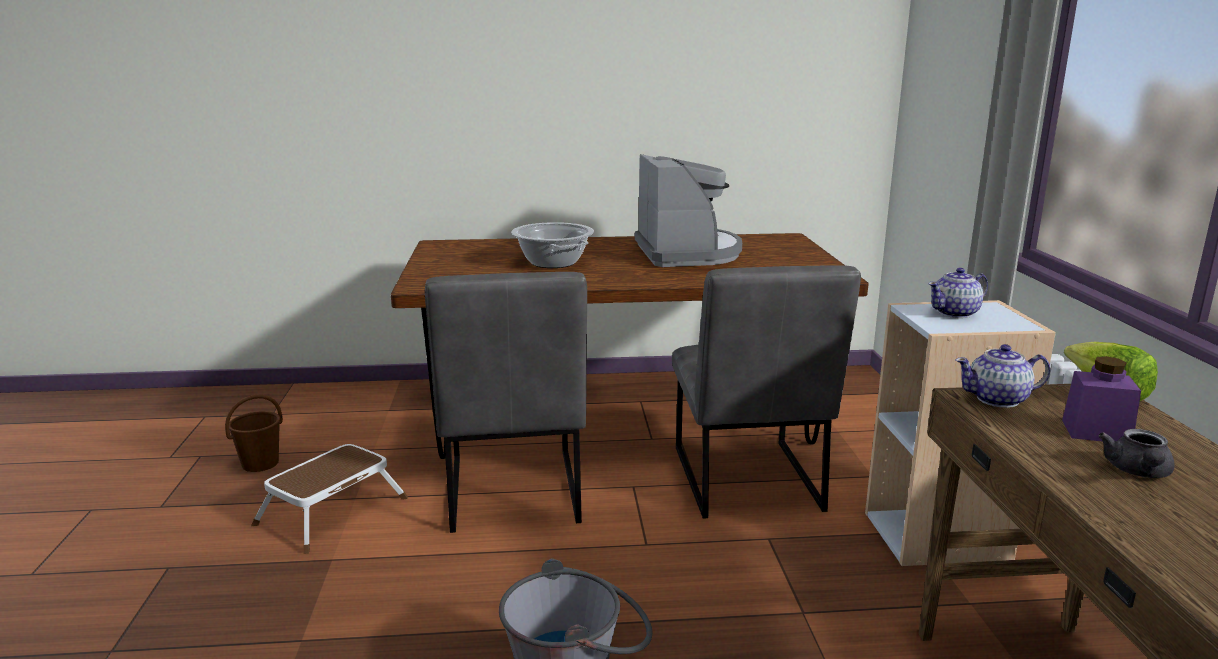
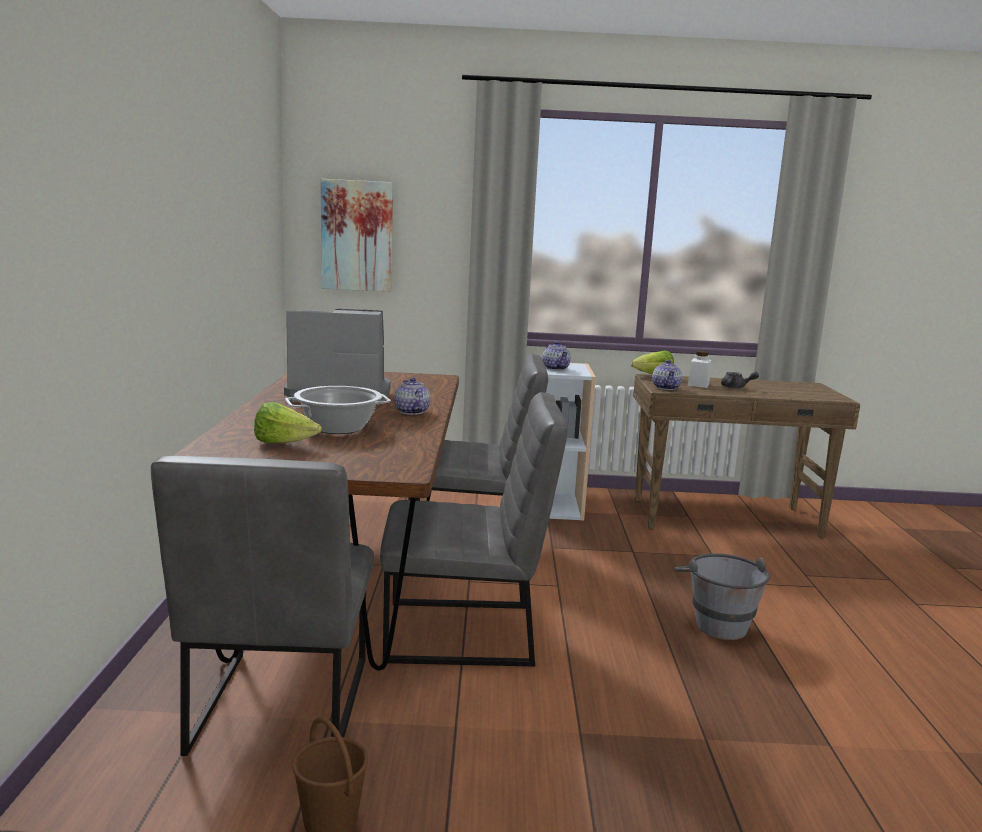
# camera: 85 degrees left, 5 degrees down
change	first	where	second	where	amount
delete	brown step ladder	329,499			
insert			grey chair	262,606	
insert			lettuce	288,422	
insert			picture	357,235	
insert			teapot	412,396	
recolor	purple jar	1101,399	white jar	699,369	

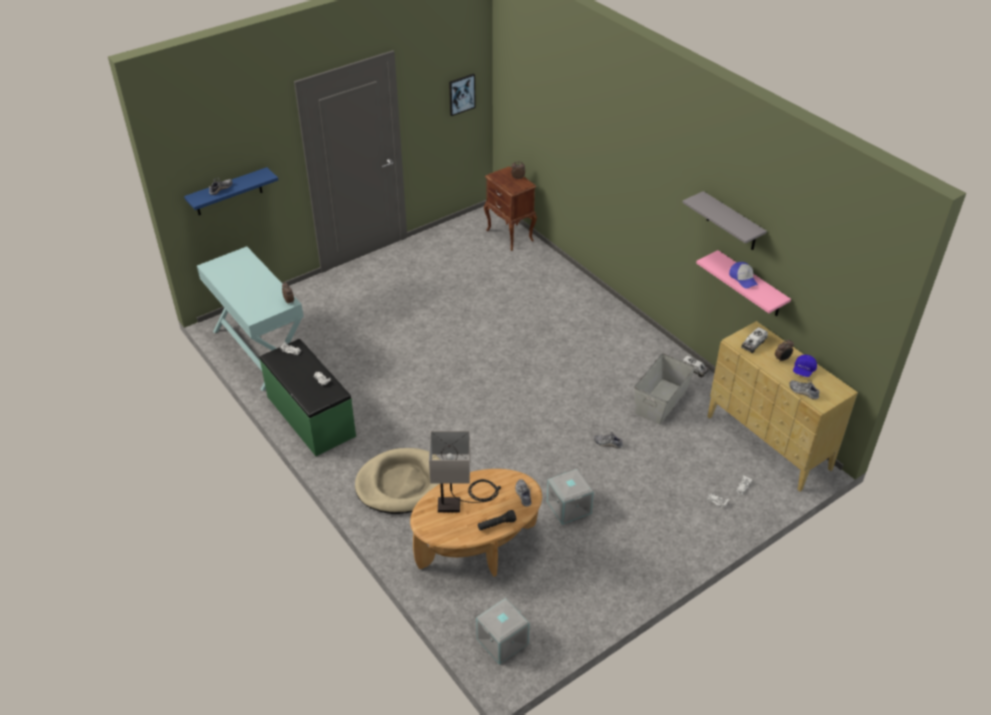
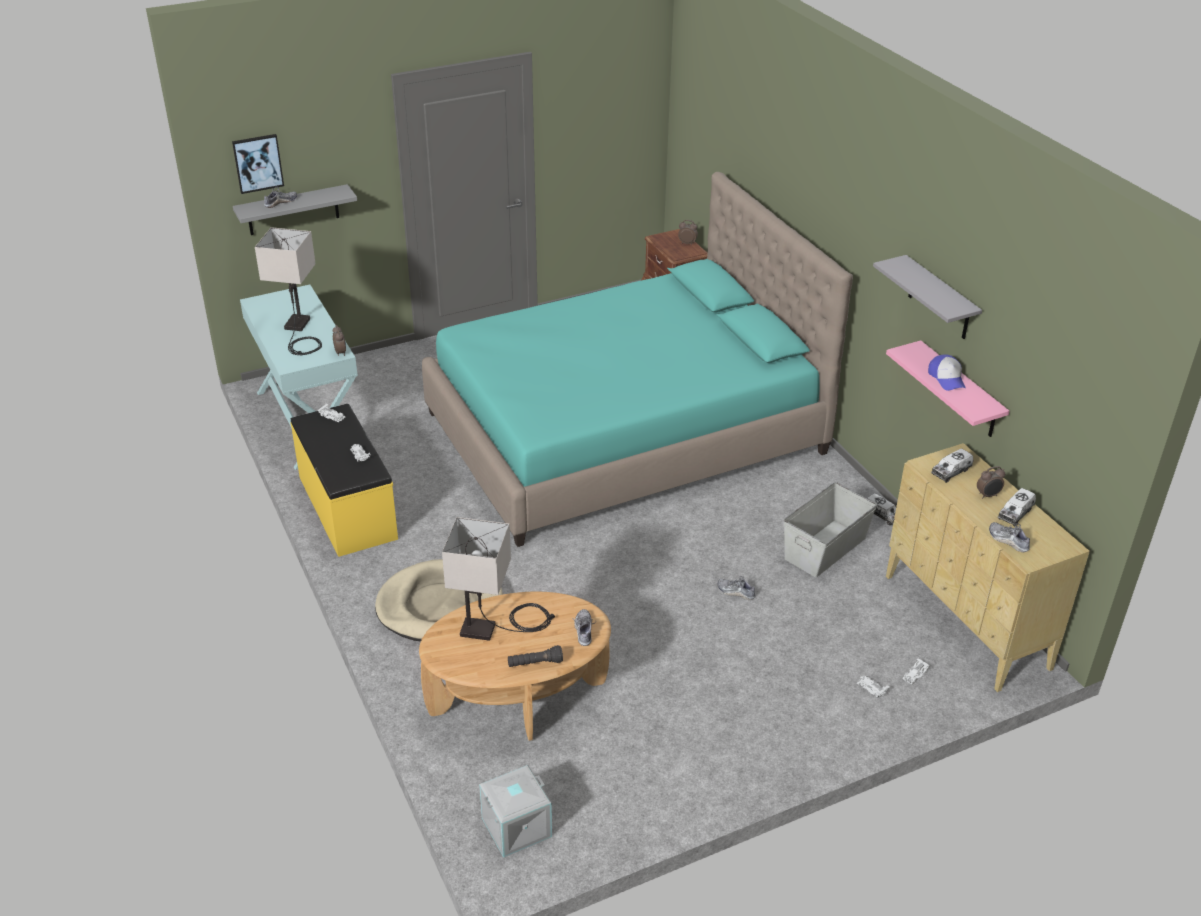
# camera: 10 degrees right, 5 degrees down
change	first	where	second	where	amount
delete	grey storage box	570,497			
insert			table lamp	288,291	
insert			turquoise bed	637,359	
move	picture	462,95		258,164	
replace	blue cap	805,366	toy truck	1017,507	
recolor	blue shelf	231,191	grey shelf	295,209	
recolor	green bench	308,397	yellow bench	344,480	

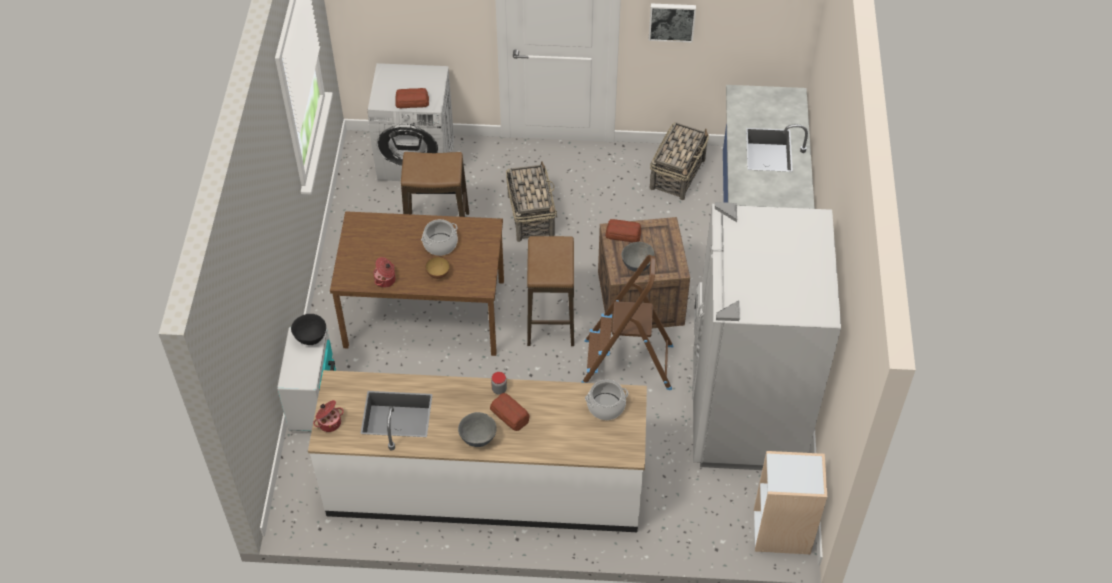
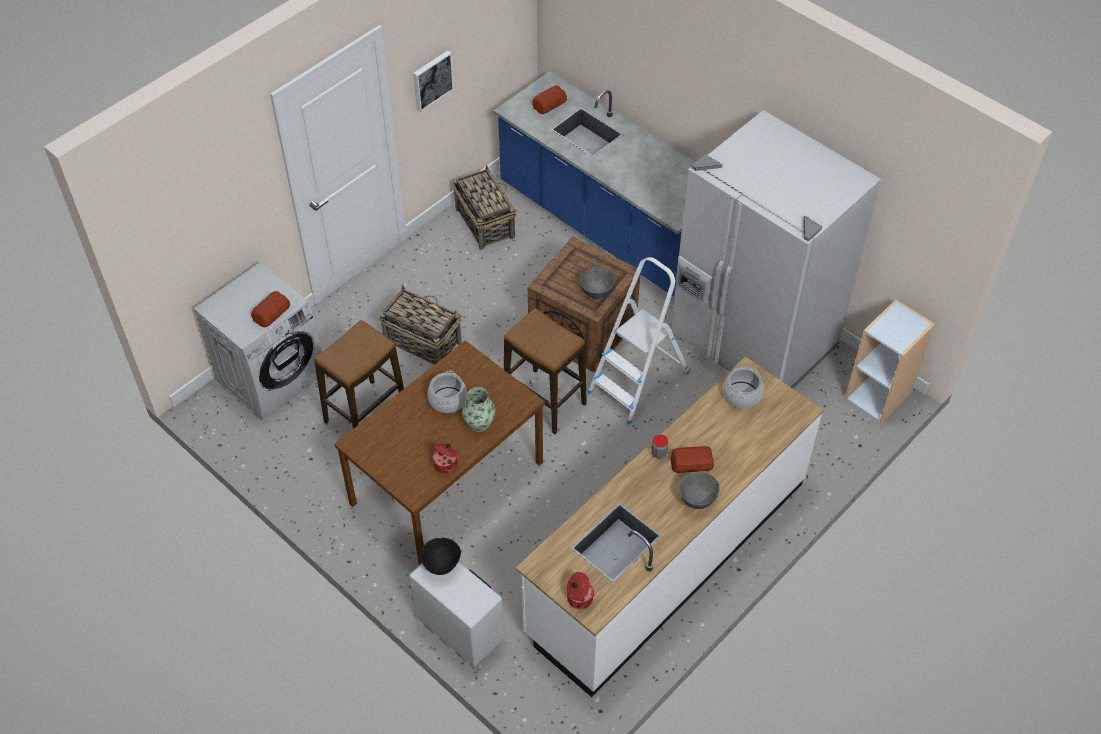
# camera: 50 degrees left, 0 degrees up
change	first	where	second	where	amount
move	bread	623,230		549,99	
replace	bowl	438,268	vase	478,409	
recolor	brown step ladder	627,322	white step ladder	638,341	

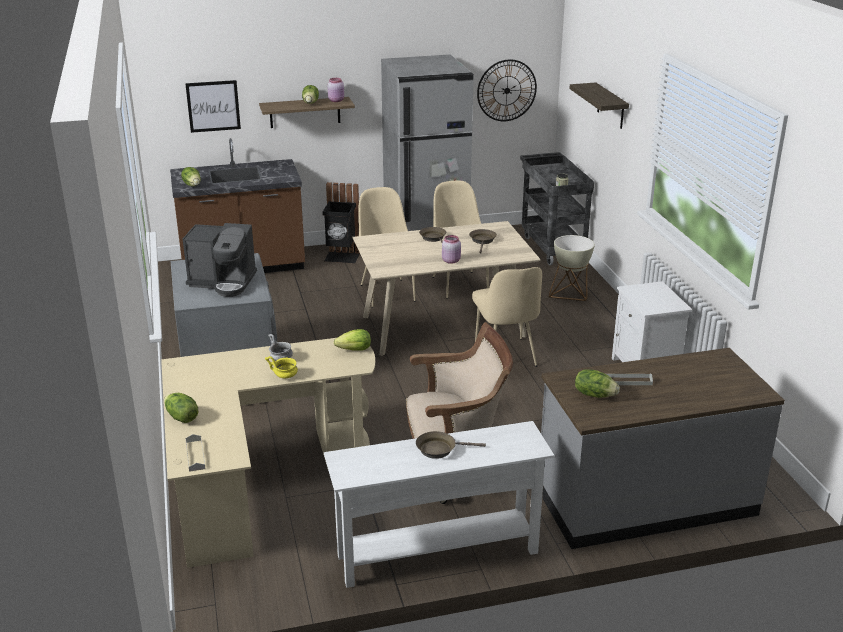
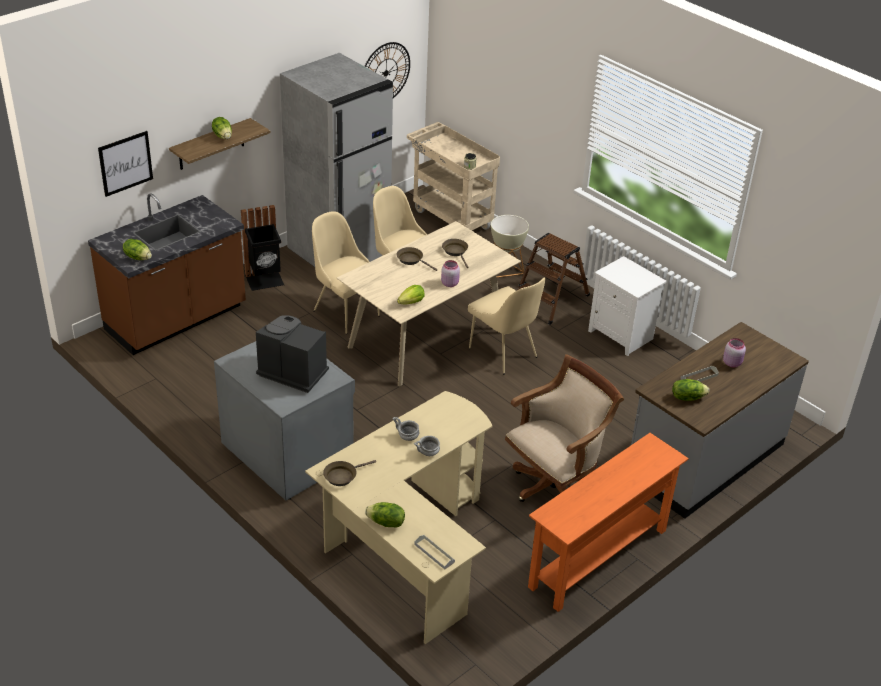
# camera: 30 degrees left, 10 degrees up
change	first	where	second	where	amount
delete	shelf	599,105			
insert			brown step ladder	554,278	
move	pink jar	336,90		734,352	
move	lettuce	352,340		411,294	
move	brown frying pan	451,445		349,473	
recolor	yellow bowl	281,367	grey bowl	427,446	
recolor	white console table	439,504	orange console table	608,522	
recolor	black cart	557,208	beige cart	453,176	
rotate	coffee machine	220,260		292,354	135 degrees counterclockwise

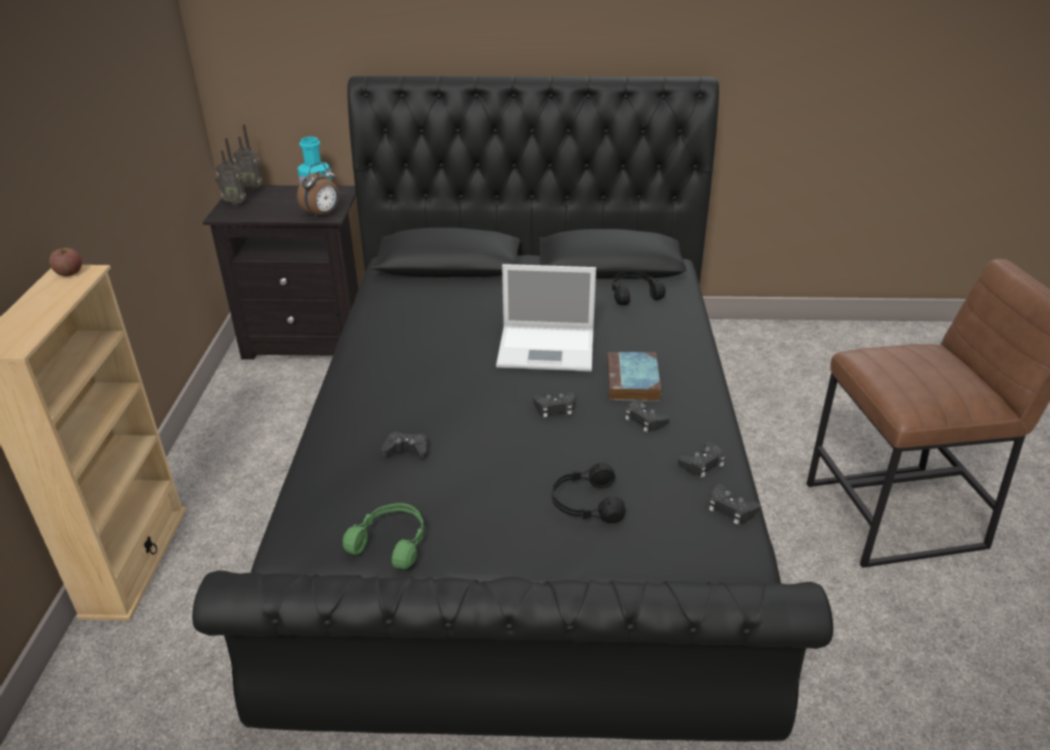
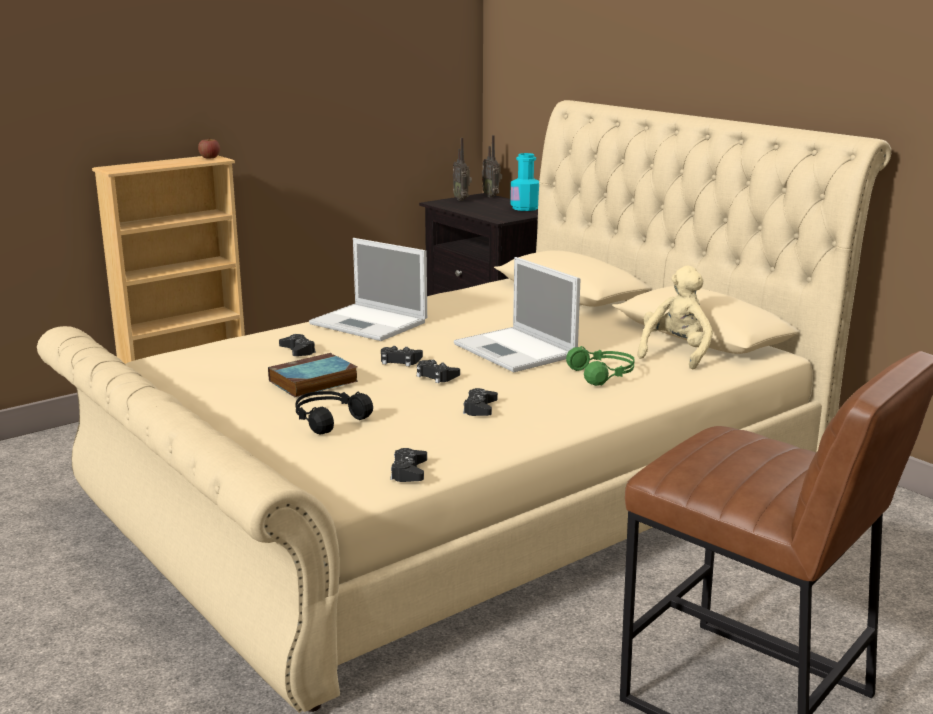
# camera: 50 degrees right, 15 degrees down
change	first	where	second	where	amount
delete	alarm clock	318,190			
insert			laptop	368,289	
move	green headphones	383,536		600,366	
move	book	634,376		313,375	
move	black game controller	701,460		402,356	
replace	black headphones	639,288	beige plush toy	675,317	
recolor	black bed	512,408	beige bed	464,406	

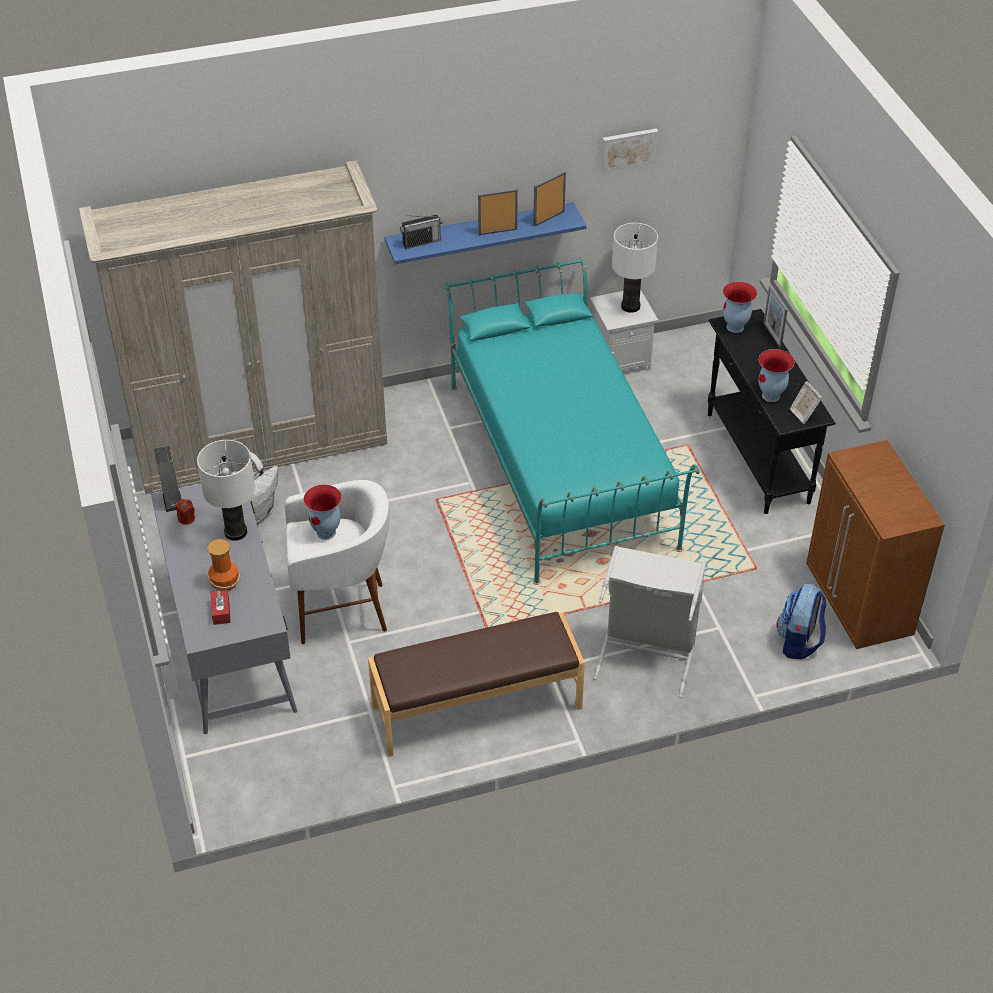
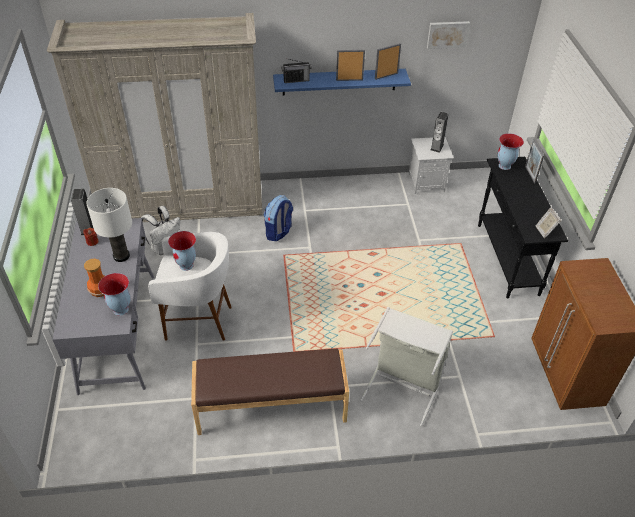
# camera: 10 degrees right, 0 degrees up
change	first	where	second	where	amount
delete	red tissue box	221,607			
delete	turquoise bed	572,421			
move	vase	777,375		114,294	
move	backpack	801,621		278,218	
replace	white table lamp	635,268	speaker	439,132	

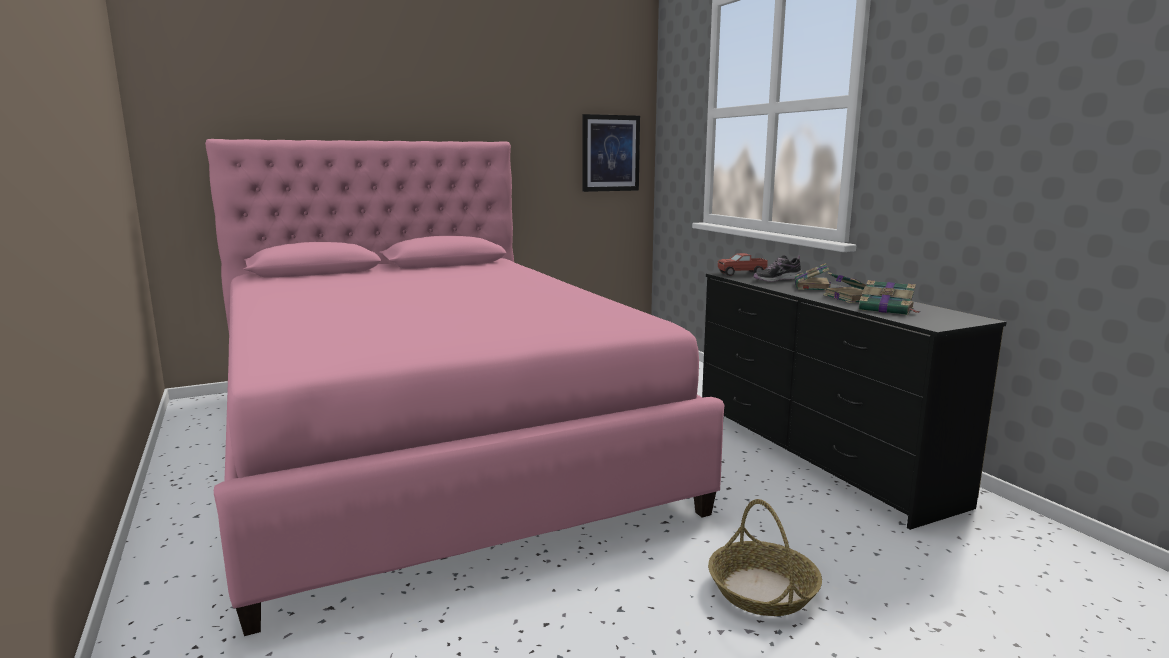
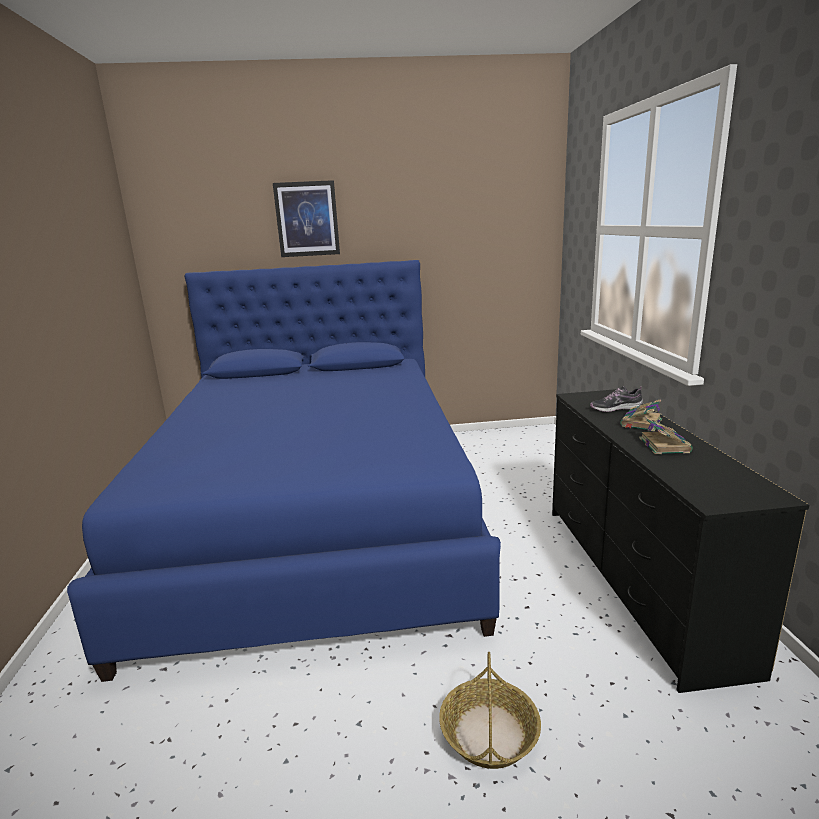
# camera: 20 degrees right, 5 degrees up
change	first	where	second	where	amount
delete	toy truck	743,264			
delete	book	889,297			
move	picture	611,153		306,218	
recolor	pink bed	464,387	blue bed	284,471	

